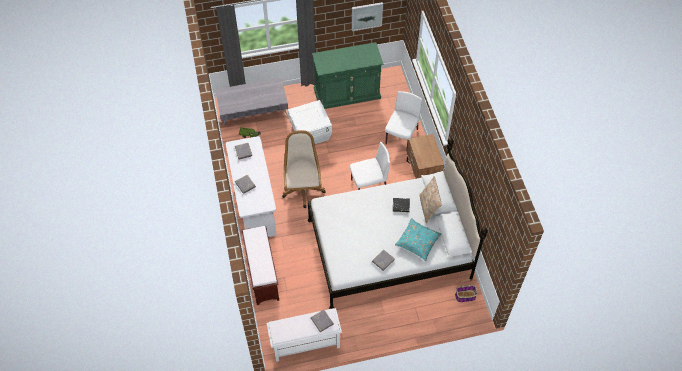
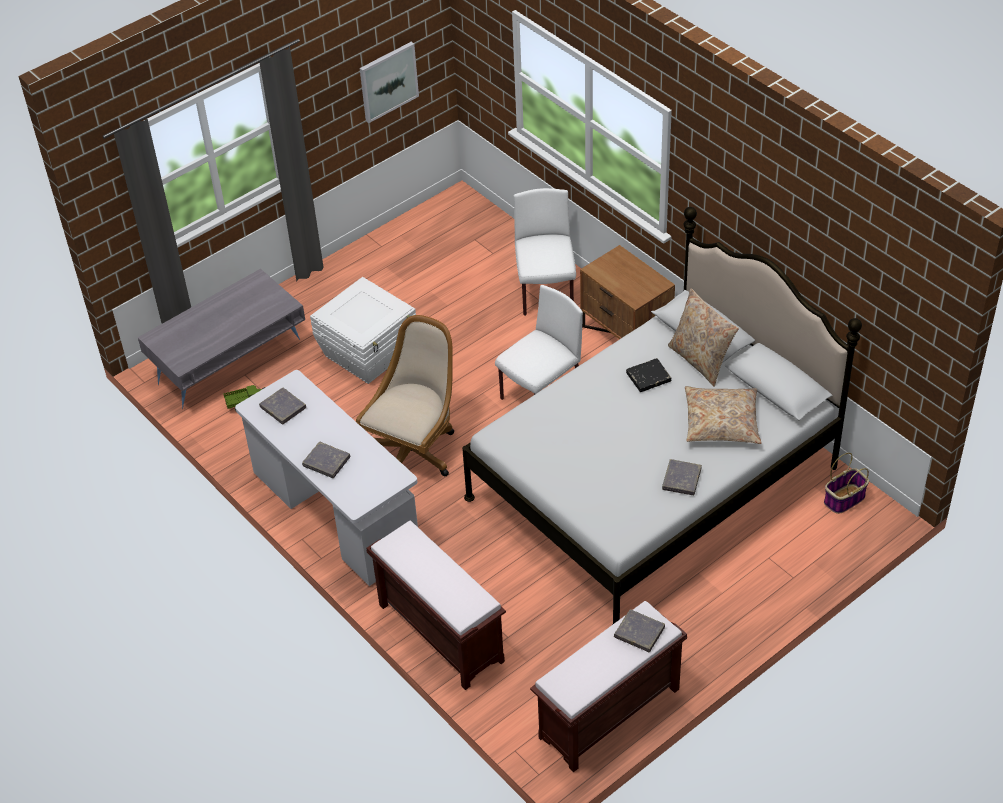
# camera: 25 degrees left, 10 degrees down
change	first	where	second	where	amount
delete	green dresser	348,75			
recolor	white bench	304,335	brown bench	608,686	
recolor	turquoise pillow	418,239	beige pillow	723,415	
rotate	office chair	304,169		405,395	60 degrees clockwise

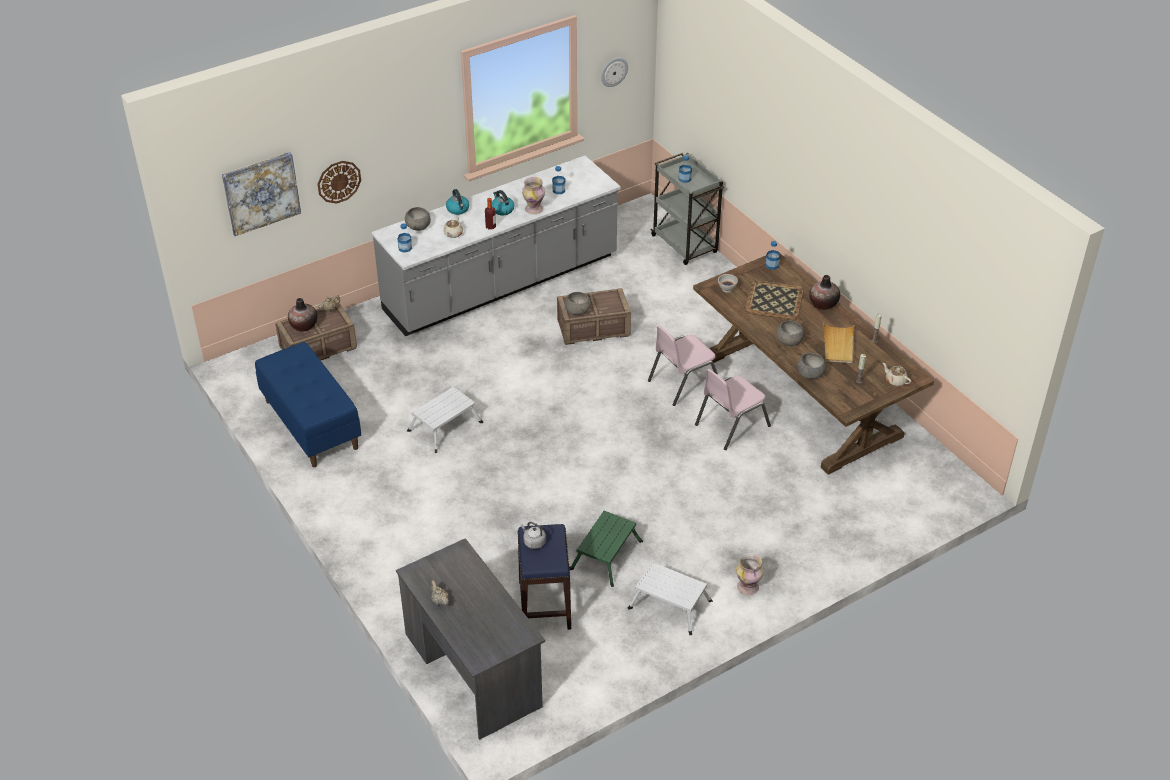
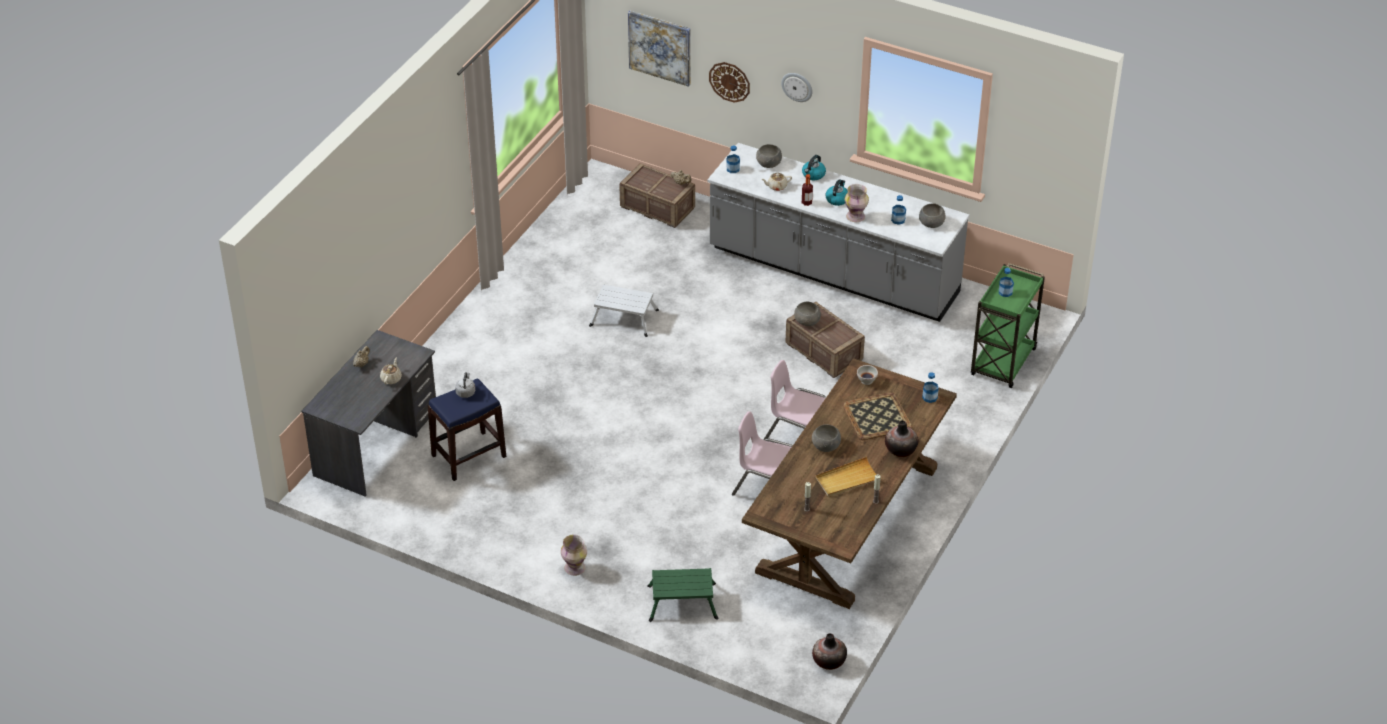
# camera: 60 degrees right, 0 degrees up
change	first	where	second	where	amount
delete	blue bench	308,404			
delete	white step ladder	670,598			
move	vase	303,315		829,651	
move	green step ladder	606,549		683,595	
move	wall clock	614,72		796,87	
move	grey bowl	812,366		932,215	
move	beige teapot	897,375		391,370	
recolor	grey cart	687,209	green cart	1008,325	

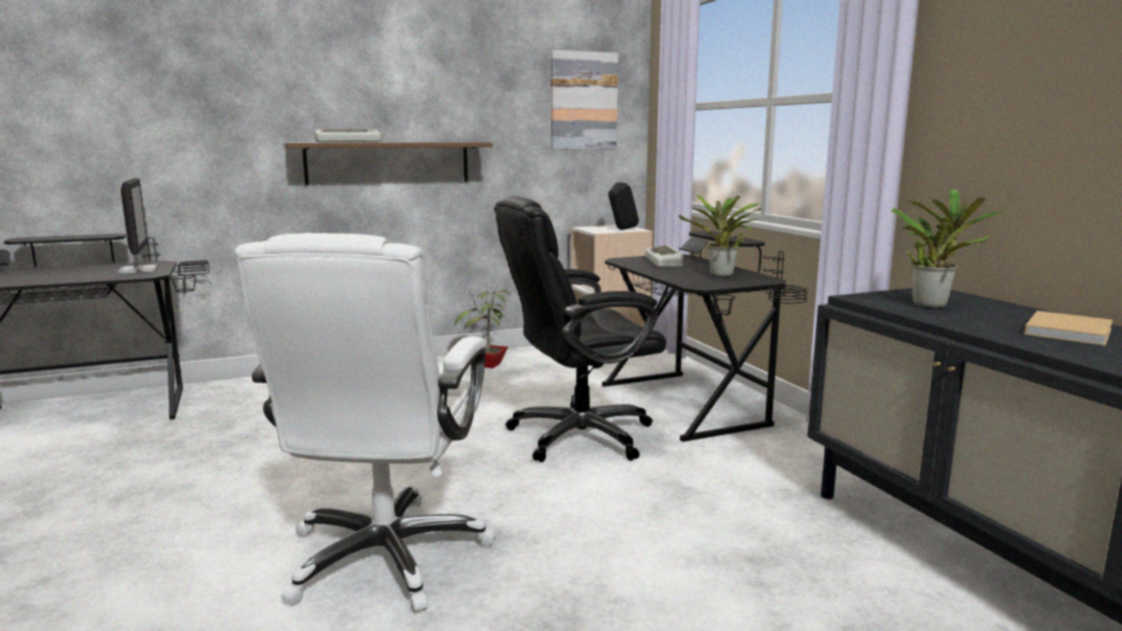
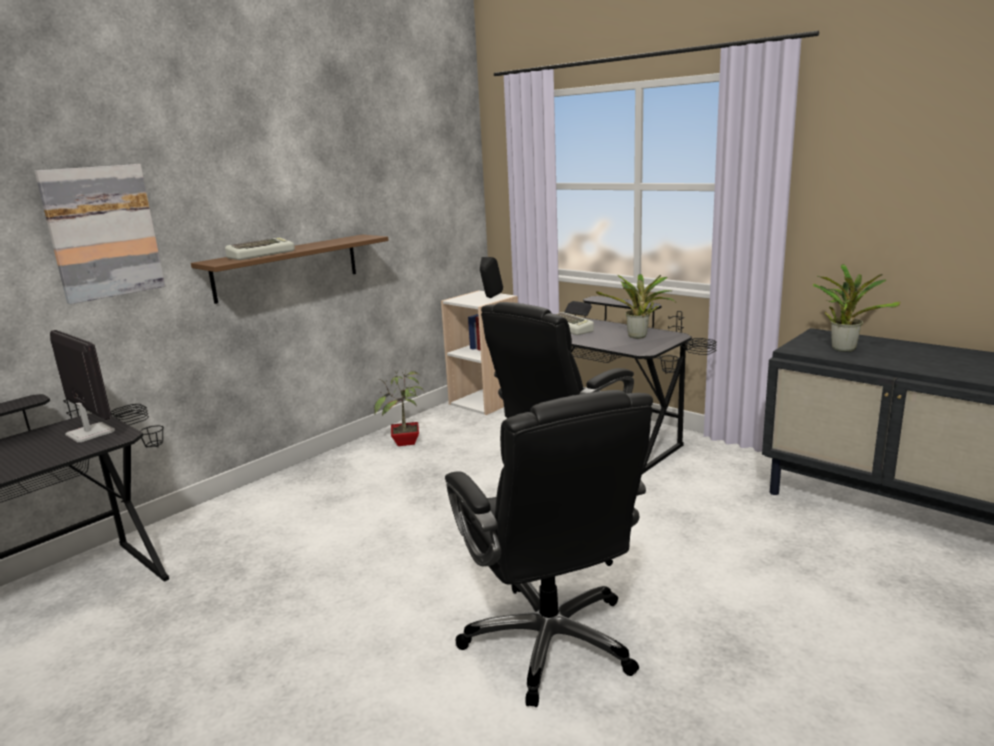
# camera: 25 degrees left, 5 degrees up
change	first	where	second	where	amount
delete	beige book	1068,328			
move	picture	584,100		100,234	
recolor	white office chair	365,423	black office chair	549,548	

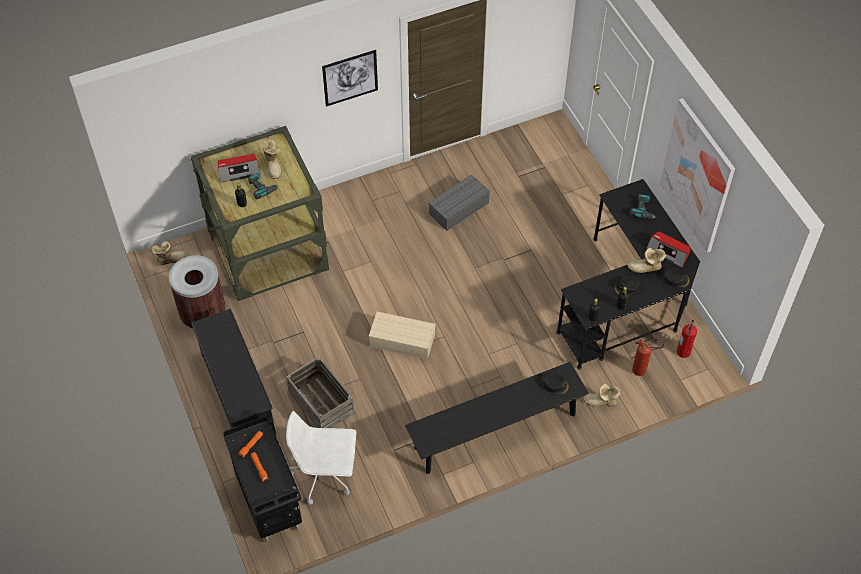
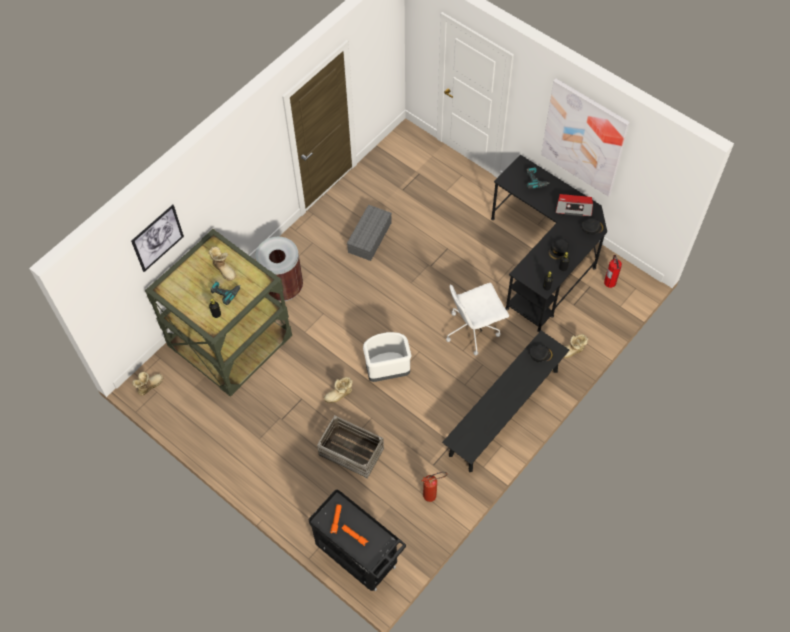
# camera: 25 degrees left, 5 degrees up
change	first	where	second	where	amount
delete	black shoe rack	233,372			
delete	radio	239,168			
move	brown trash can	197,292		279,269	
move	white office chair	321,458		477,319	
move	picture	350,78		157,238	
move	boot	647,260		338,390	
move	fire extinguisher	648,357		434,487	
replace	beige storage box	402,335	white trash can	387,357	

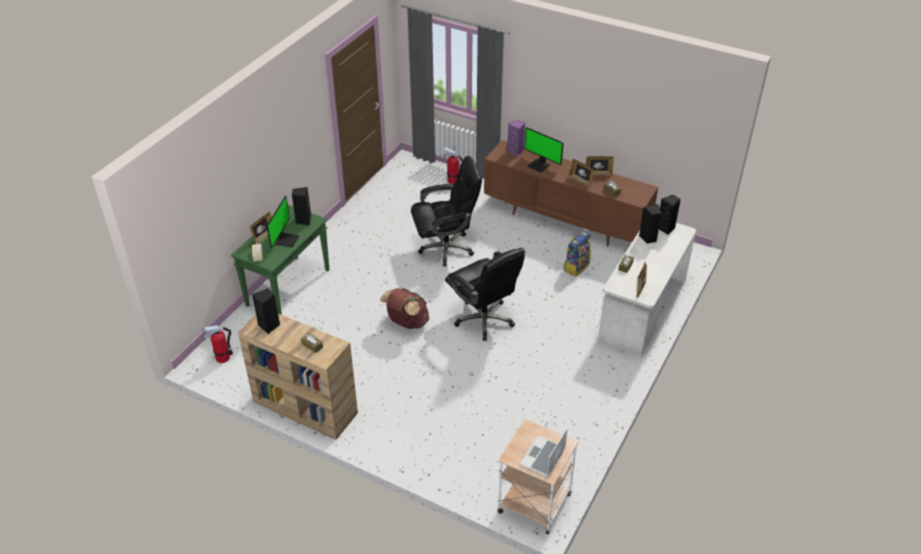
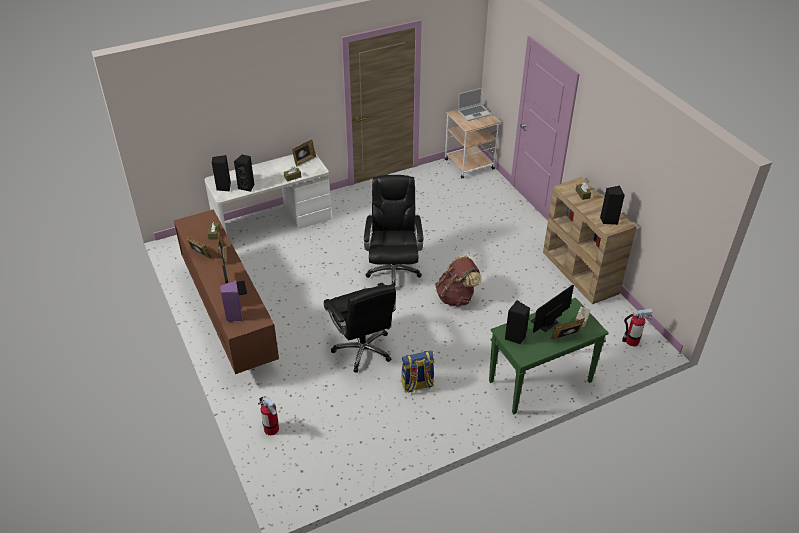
# camera: 145 degrees left, 0 degrees up
change	first	where	second	where	amount
move	backpack	577,254		417,372	
rotate	black office chair	446,211		360,328	135 degrees counterclockwise

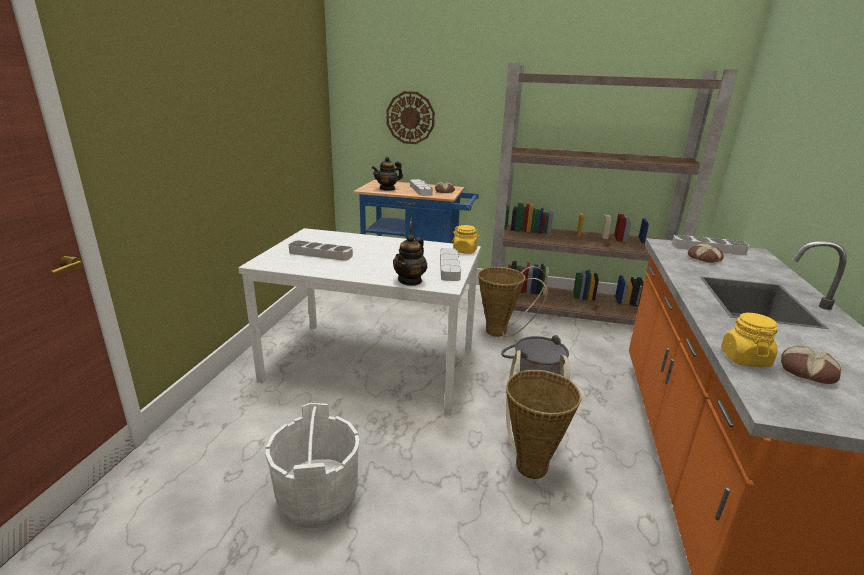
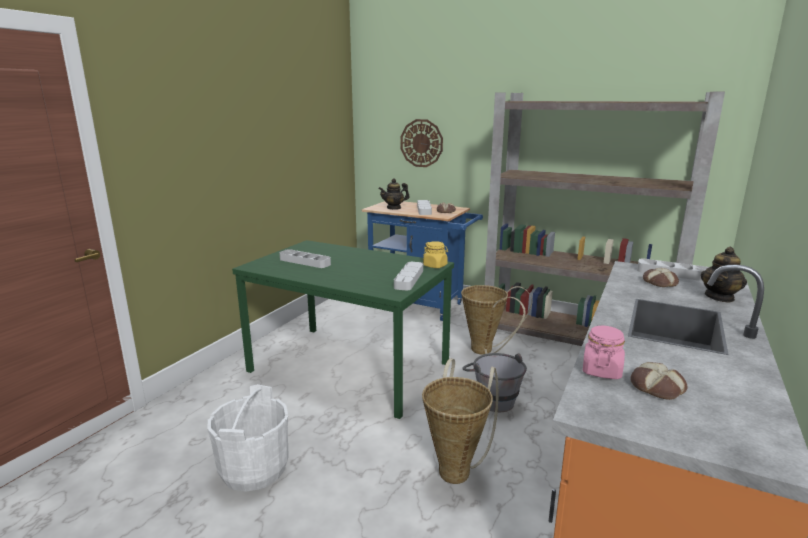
# camera: 15 degrees right, 5 degrees down
change	first	where	second	where	amount
move	teapot	410,260		724,275	
recolor	white dining table	359,322	green dining table	343,329	
recolor	yellow jar	749,340	pink jar	604,352	

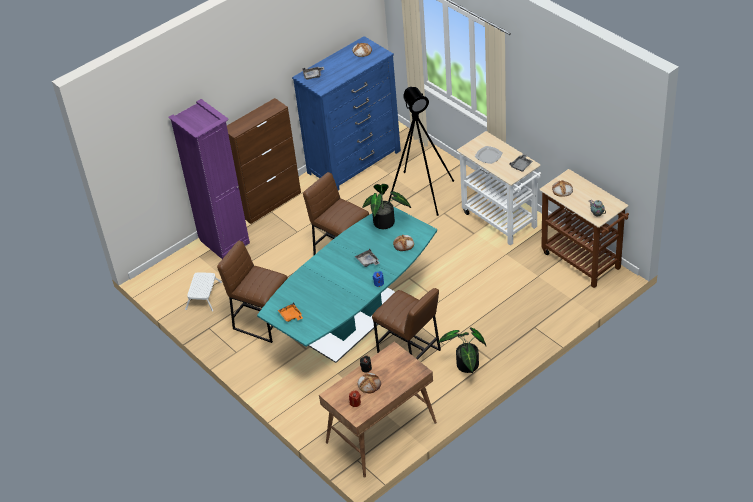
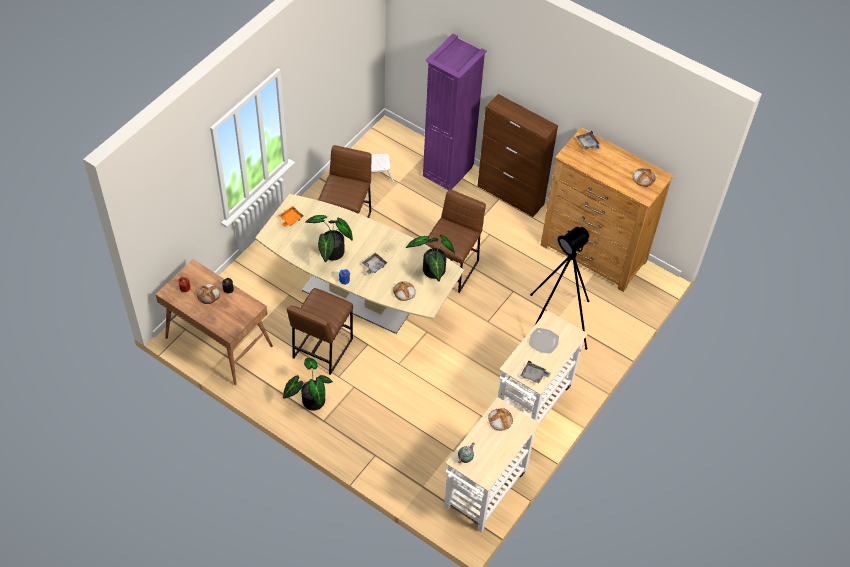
# camera: 70 degrees right, 10 degrees up
change	first	where	second	where	amount
insert			potted plant	329,238	
recolor	turquoise dining table	347,284	beige dining table	359,264	
recolor	blue dresser	346,113	brown dresser	607,210	
recolor	brown cart	584,228	white cart	491,465	

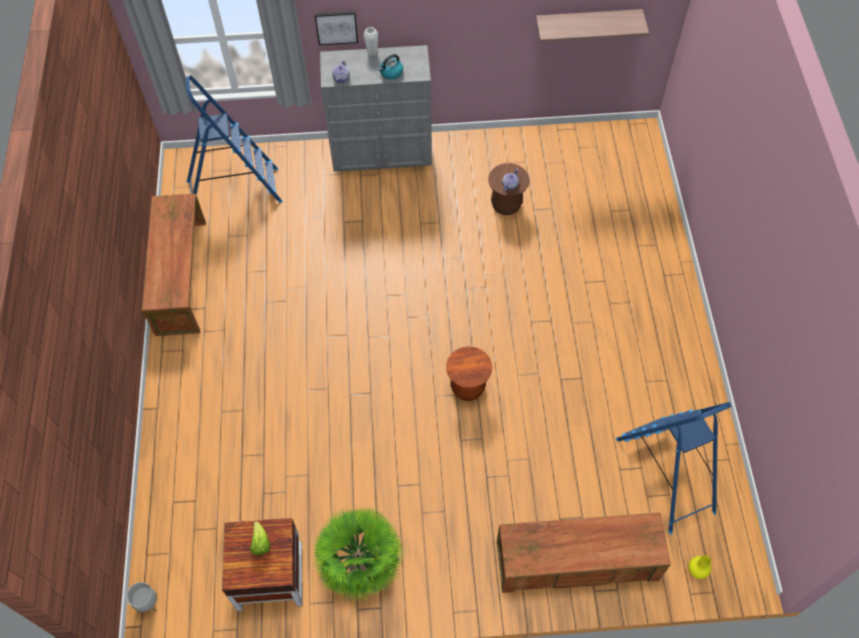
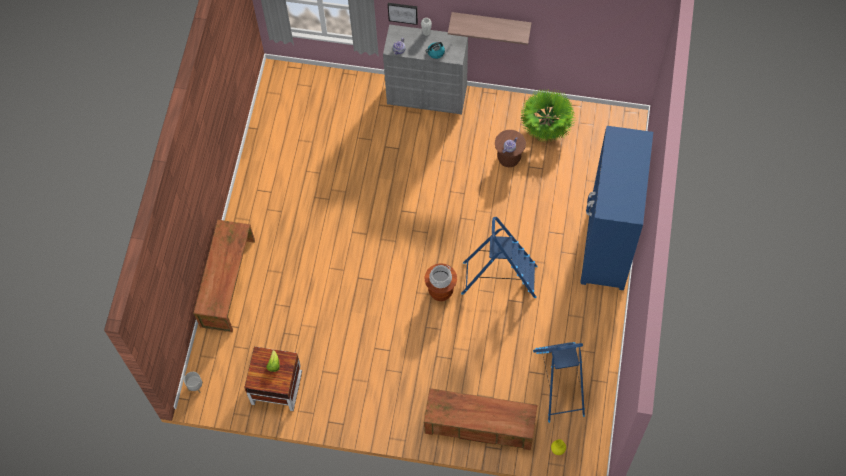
# camera: 15 degrees right, 5 degrees up
change	first	where	second	where	amount
insert			cooking pot	440,276	
insert			blue cabinet	616,208	
move	brown bench	174,264		224,276	
move	blue step ladder	234,138		499,257	
move	potted plant	358,554		548,115	
move	shelf	592,25		489,28	

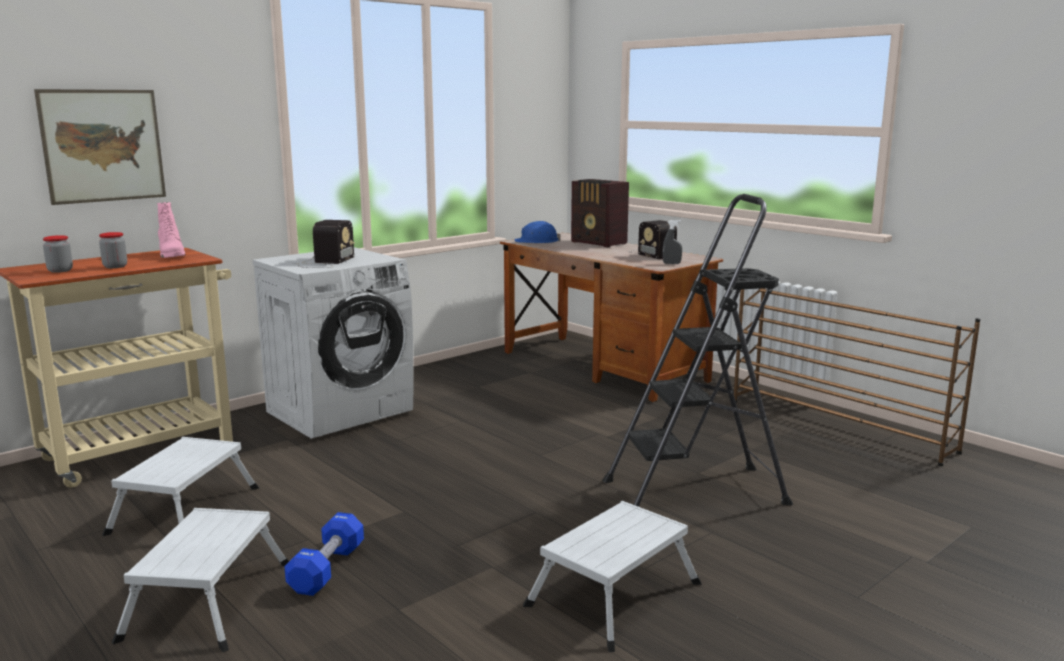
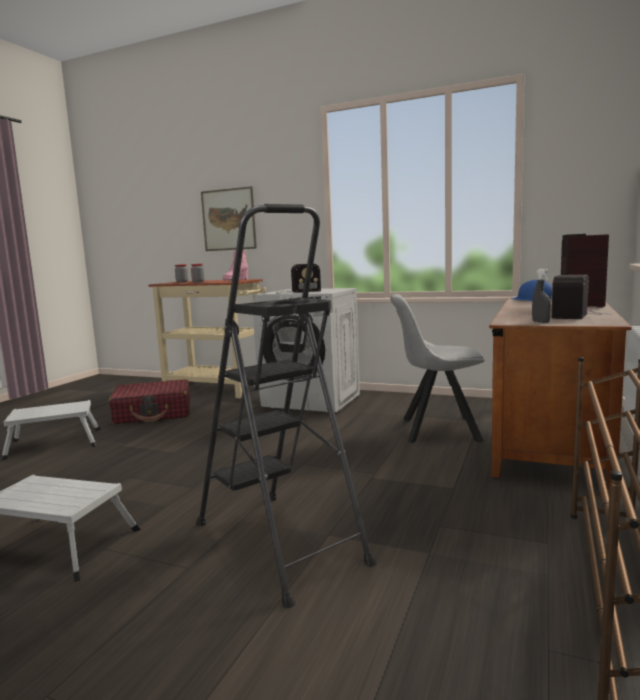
# camera: 65 degrees right, 5 degrees down
change	first	where	second	where	amount
delete	blue dumbbell	324,554			
insert			grey chair	437,368	
replace	white step ladder	180,486	red suitcase	149,401	

